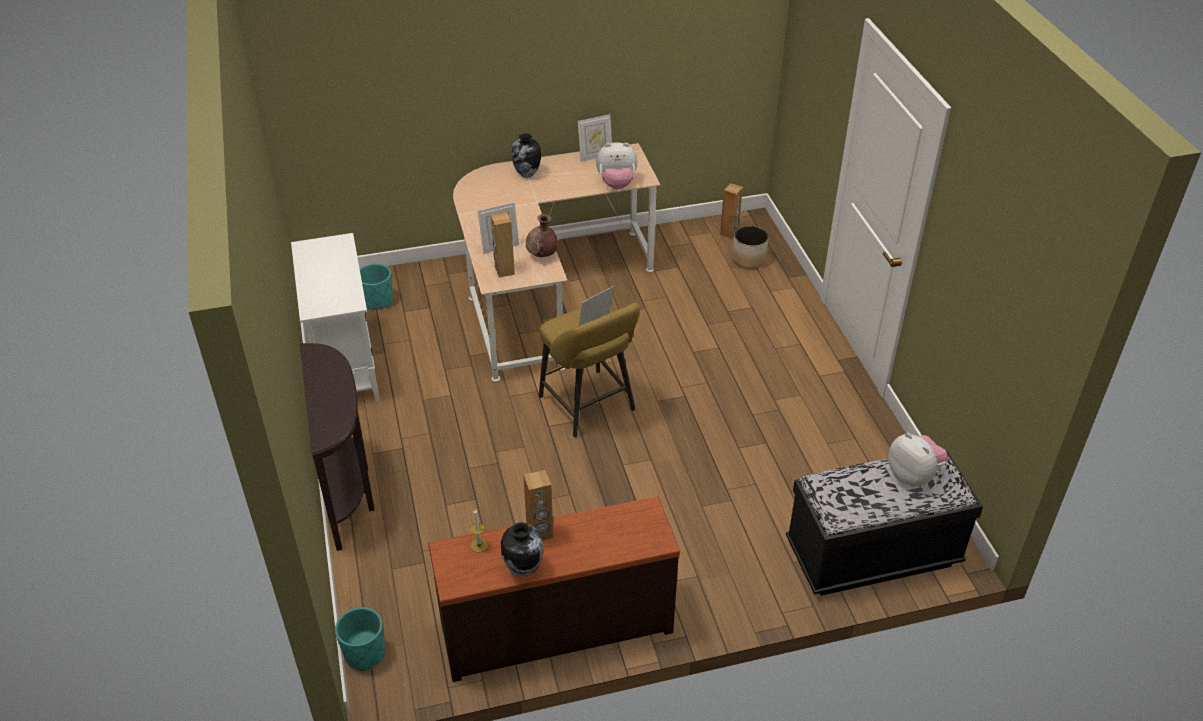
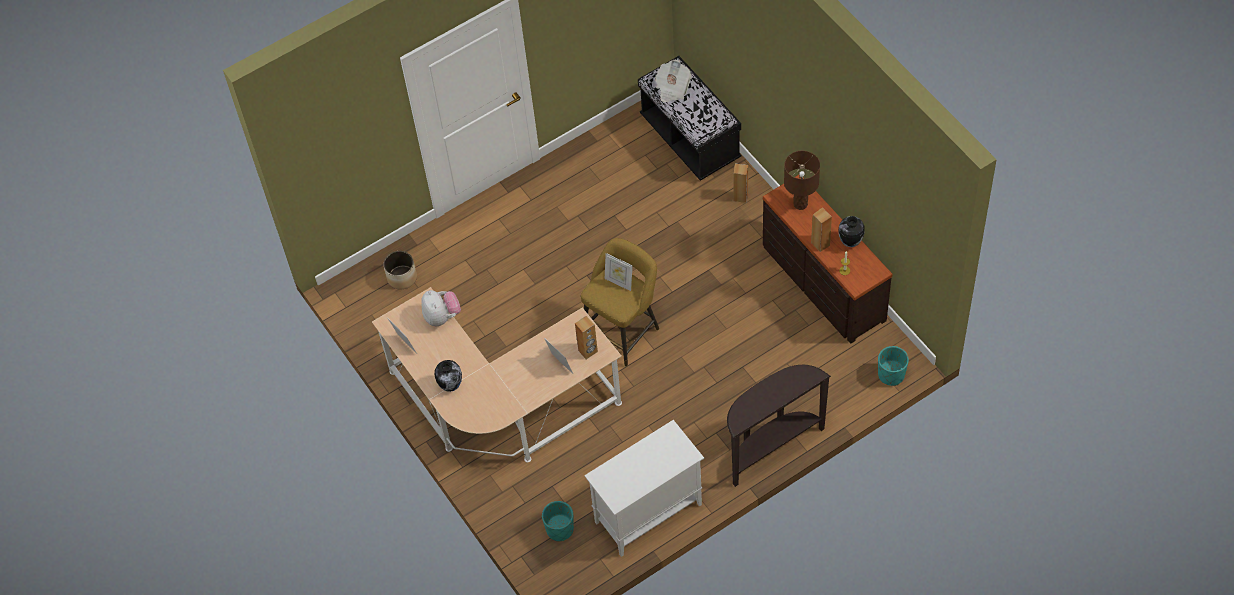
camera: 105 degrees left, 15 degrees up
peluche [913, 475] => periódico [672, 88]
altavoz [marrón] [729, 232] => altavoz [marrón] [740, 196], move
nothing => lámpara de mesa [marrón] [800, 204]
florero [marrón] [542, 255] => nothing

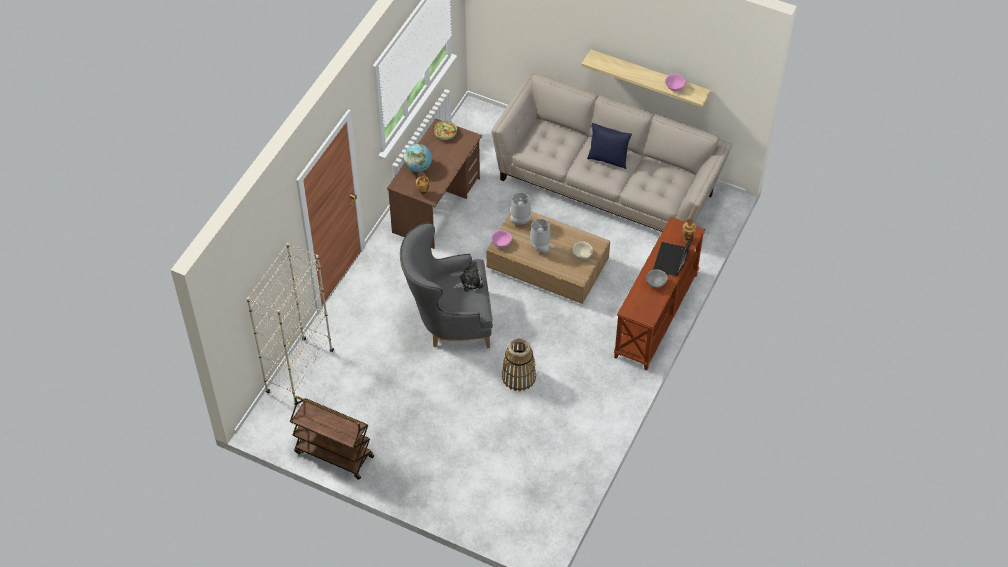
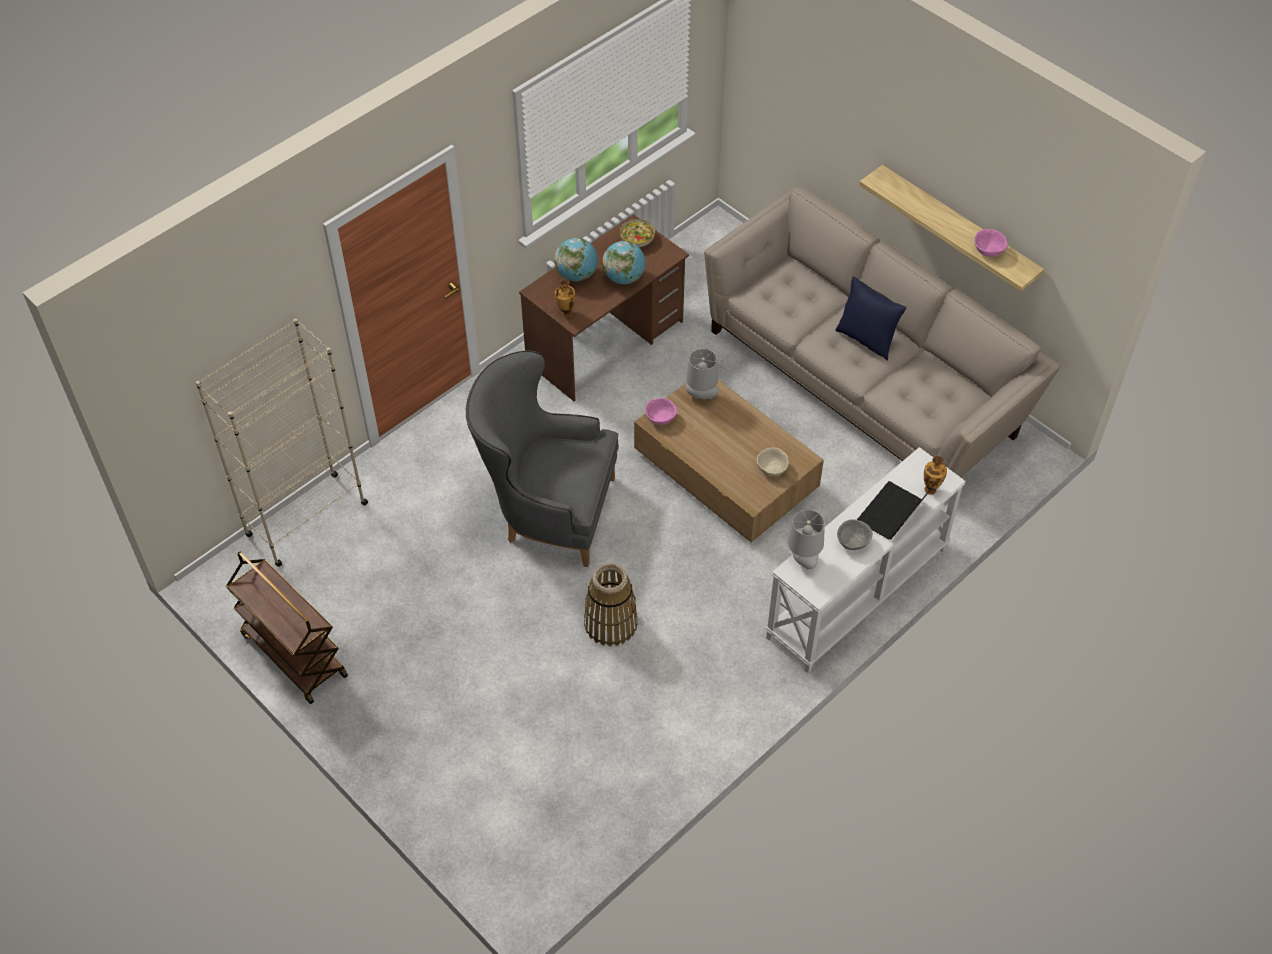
camera: 20 degrees right, 0 degrees up
nothing => globo terráqueo [624, 278]
mesa consola [marrón] [657, 316] => mesa consola [blanco] [858, 594]
lámpara de mesa [gris] [539, 249] => lámpara de mesa [gris] [803, 560], move
peluche [469, 282] => nothing

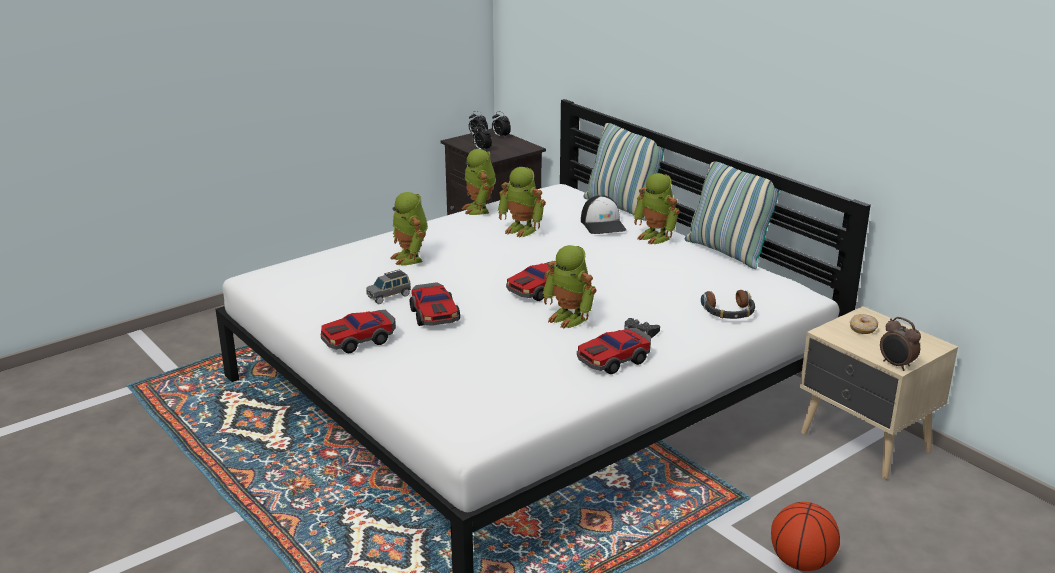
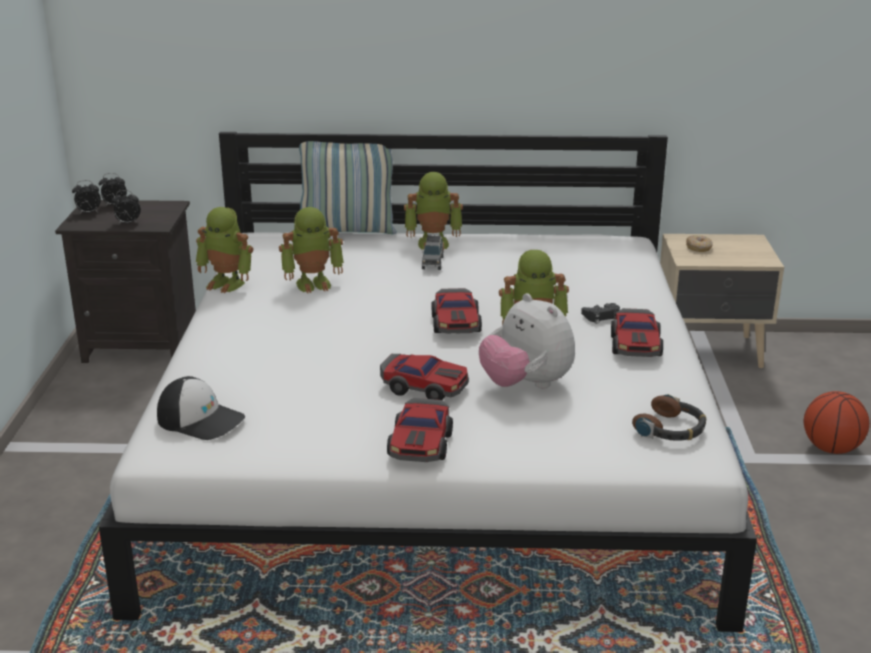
camera: 50 degrees left, 0 degrees up
gorra [603, 224] => gorra [201, 419], move
coche de juguete [gris] [389, 296] => coche de juguete [gris] [432, 262], move
nothing => peluche [526, 385]
auriculares [728, 312] => auriculares [671, 429], move
robot de juguete [411, 258] => nothing
cojín [727, 252] => nothing
despertador [896, 365] => nothing

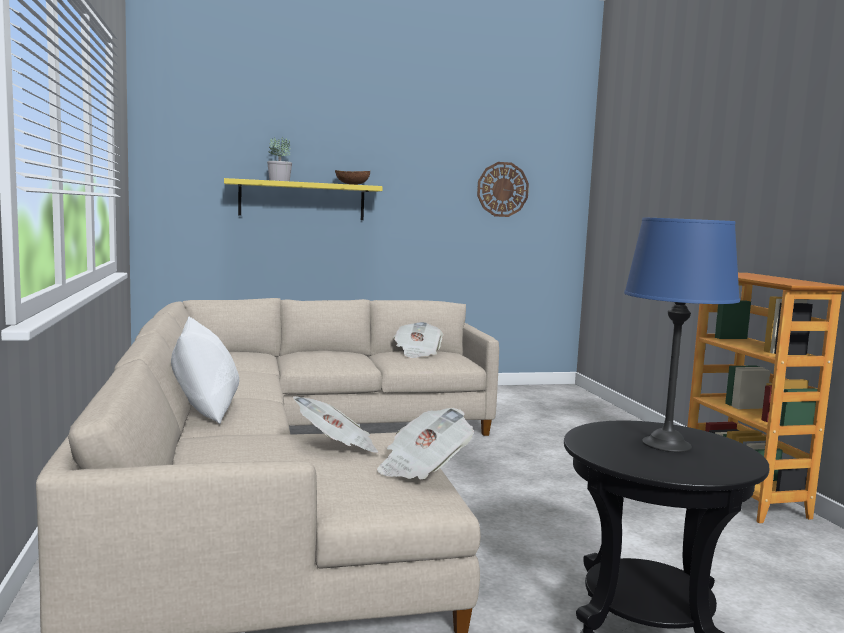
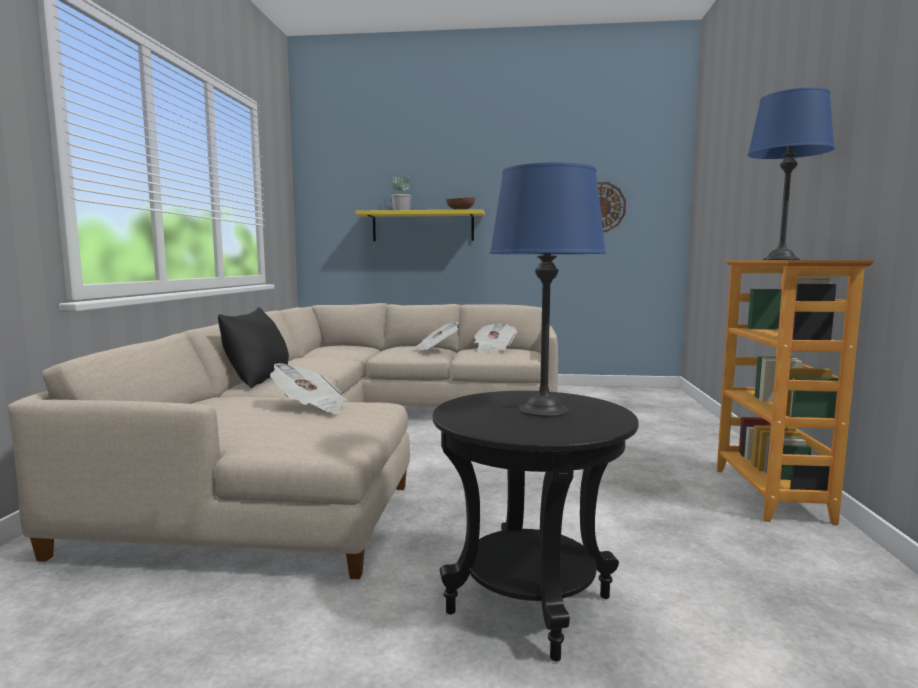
camera: 20 degrees right, 0 degrees up
cojín [blanco] [206, 410] => cojín [negro] [258, 380]
periódico [422, 467] => periódico [435, 349], move
nothing => lámpara de mesa [azul] [780, 259]

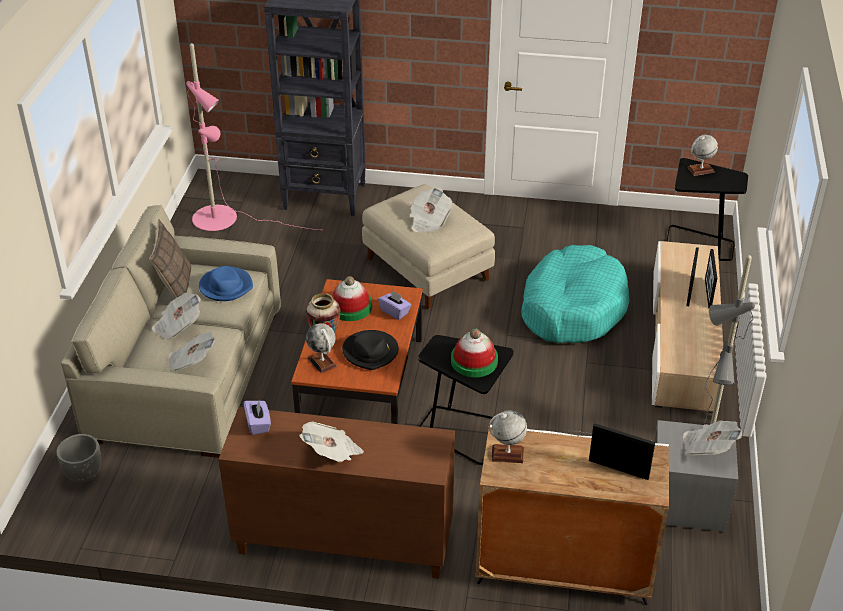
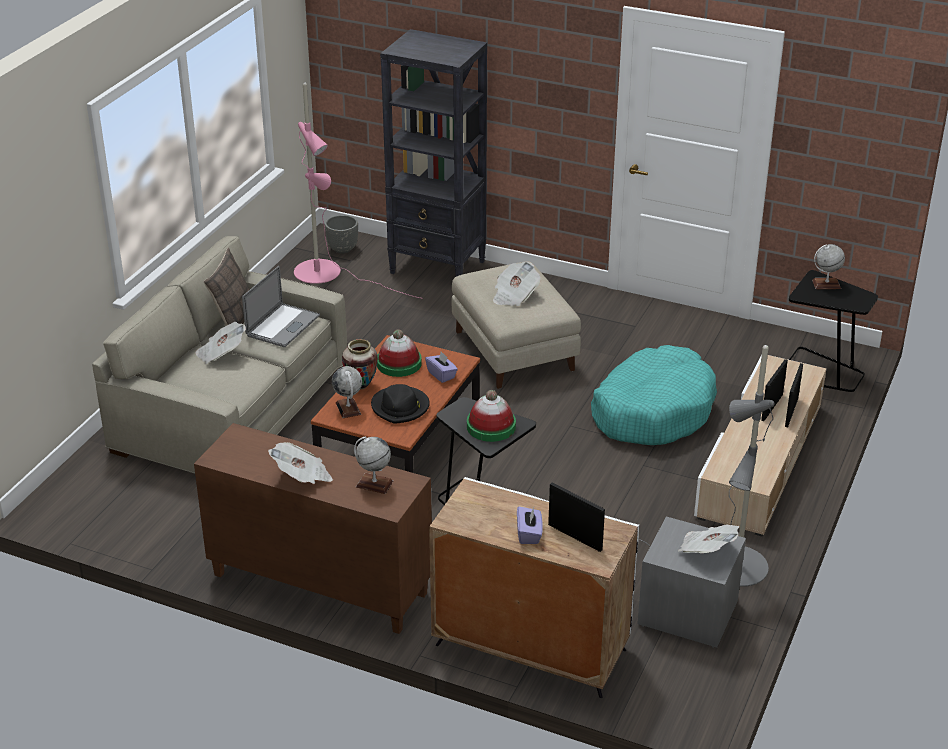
camera: 15 degrees right, 5 degrees down
sombrero [azul] [226, 286] => portátil [283, 325]
maceta [gris] [84, 474] => maceta [gris] [342, 249], move
globo terráqueo [507, 454] => globo terráqueo [374, 484], move
caja de pañuelos [morado] [258, 424] => caja de pañuelos [morado] [529, 534], move
periódico [191, 362] => nothing

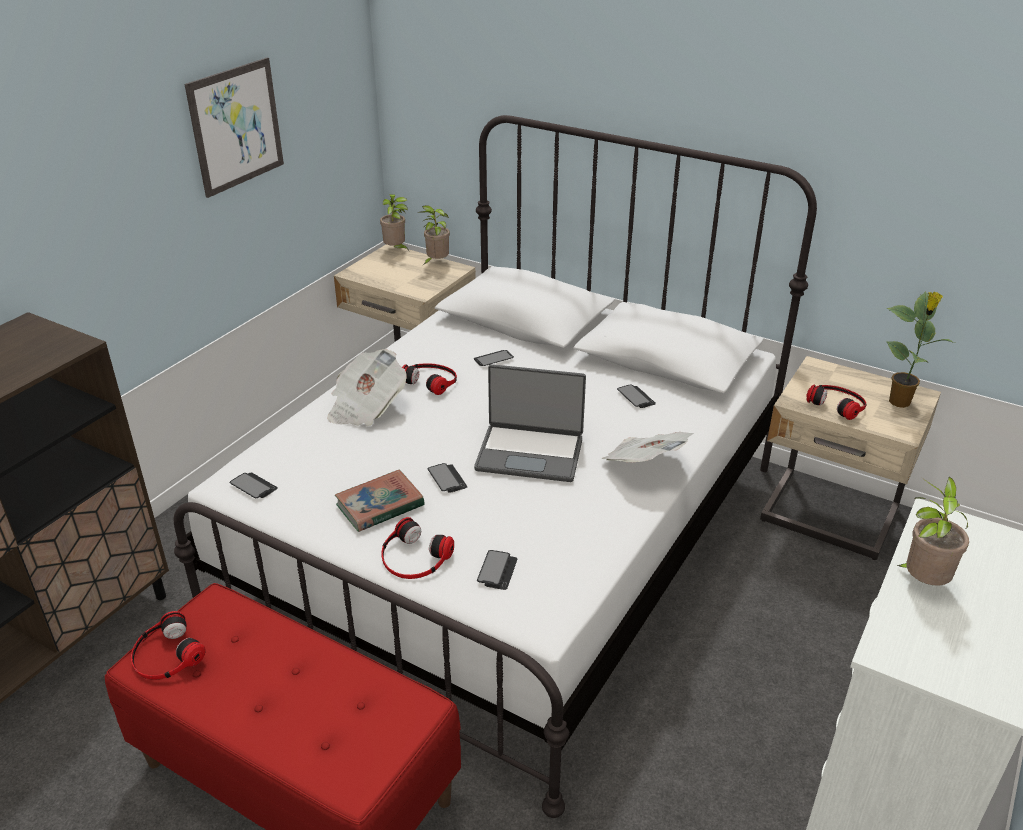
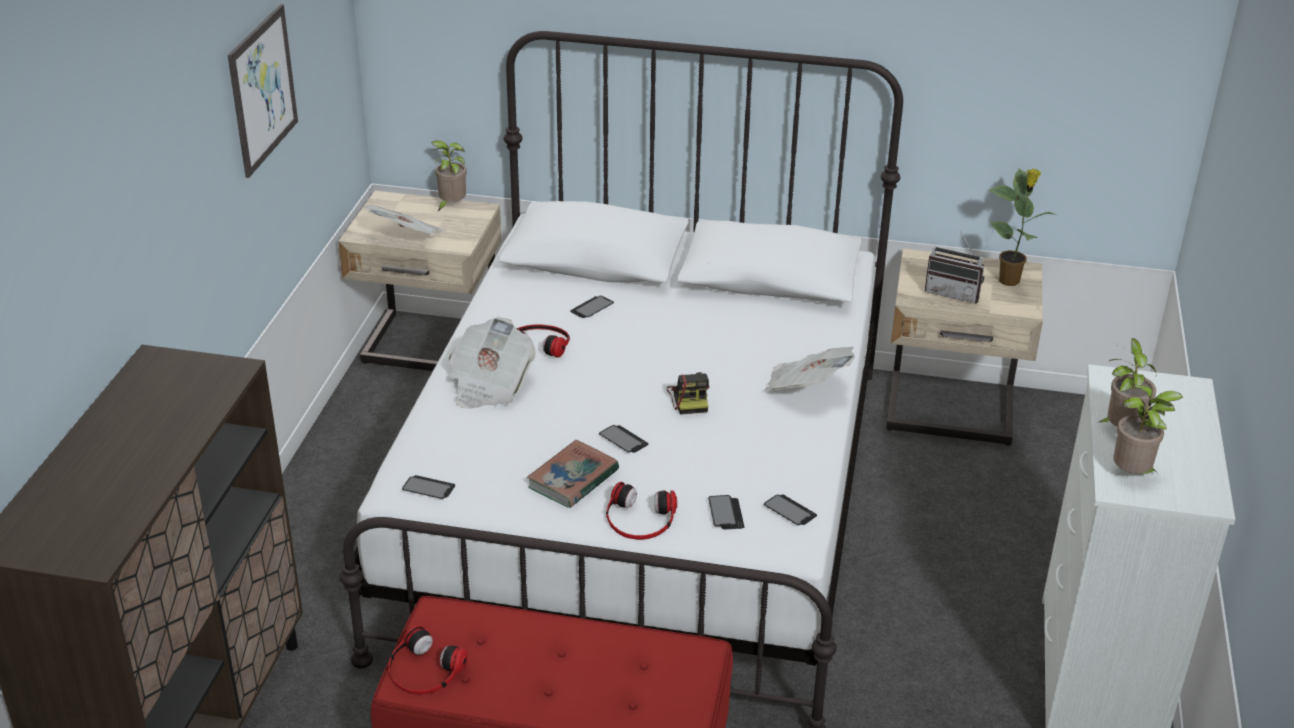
camera: 20 degrees left, 0 degrees up
nothing => periódico [407, 238]
portátil [530, 453] => cámara [690, 398]
móvil [636, 397] => móvil [790, 511], move
auriculares [837, 404] => radio [954, 293]
planta en maceta [396, 250] => planta en maceta [1133, 475], move

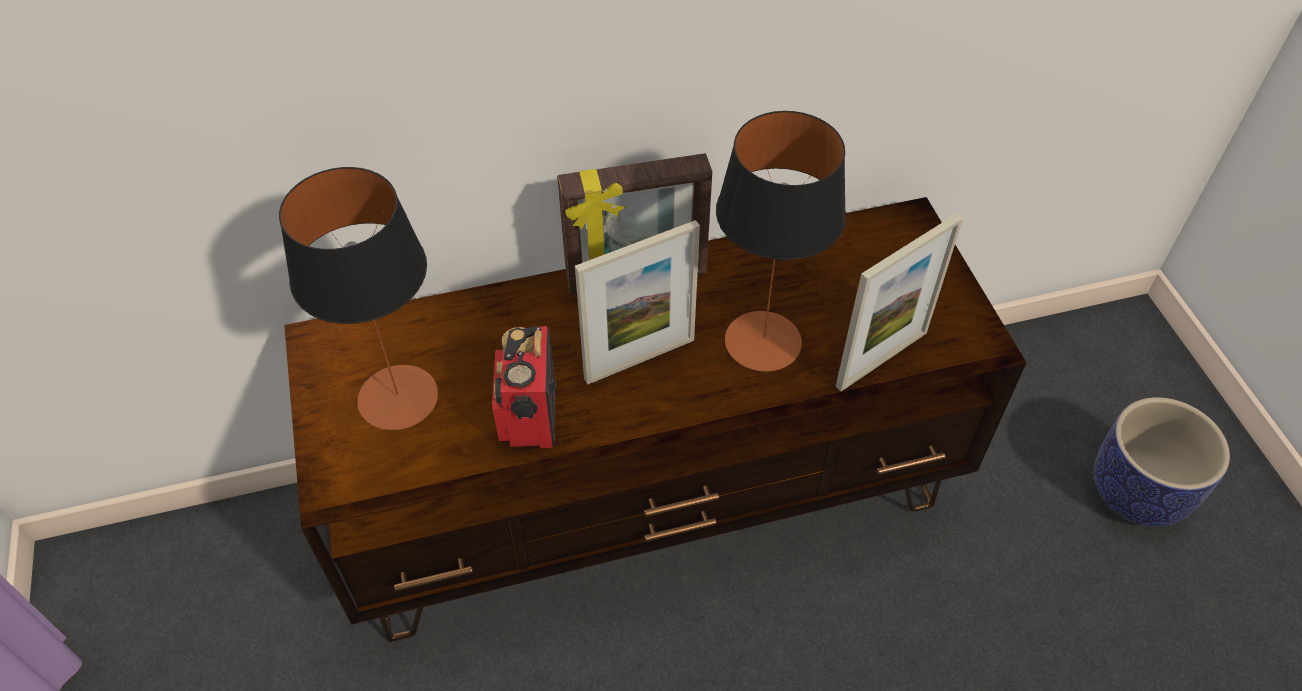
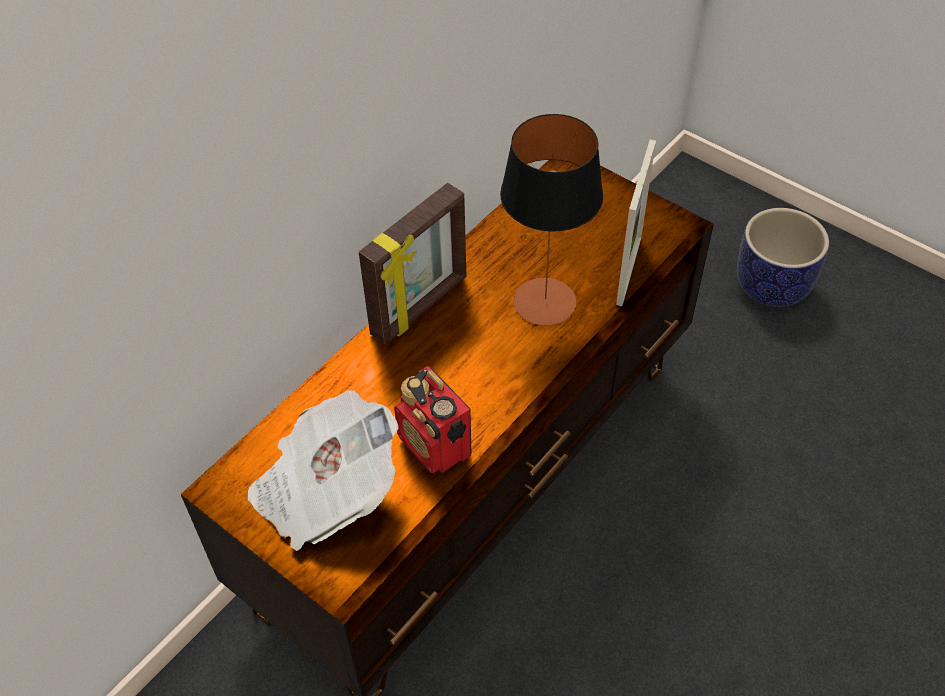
camera: 35 degrees left, 0 degrees up
lámpara de mesa [398, 397] => periódico [326, 490]
portarretratos [639, 359] => nothing

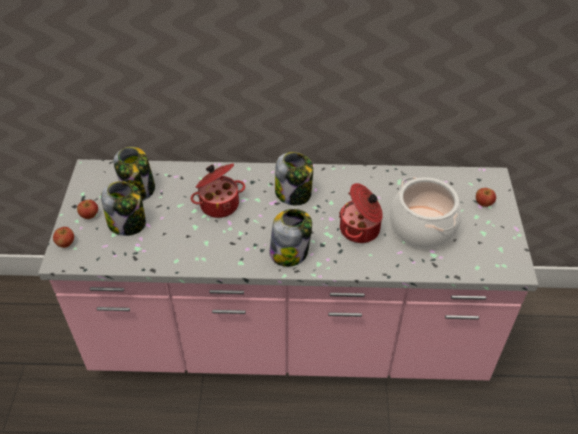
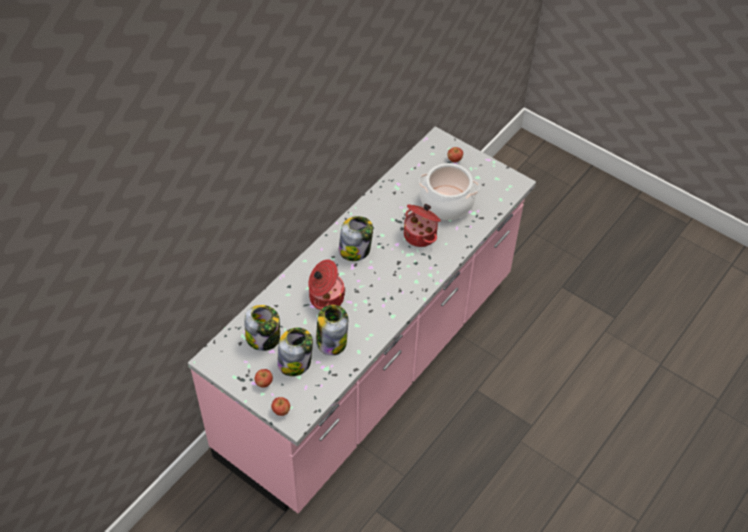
camera: 55 degrees left, 5 degrees up
tarro [290, 252] => tarro [331, 341], move

